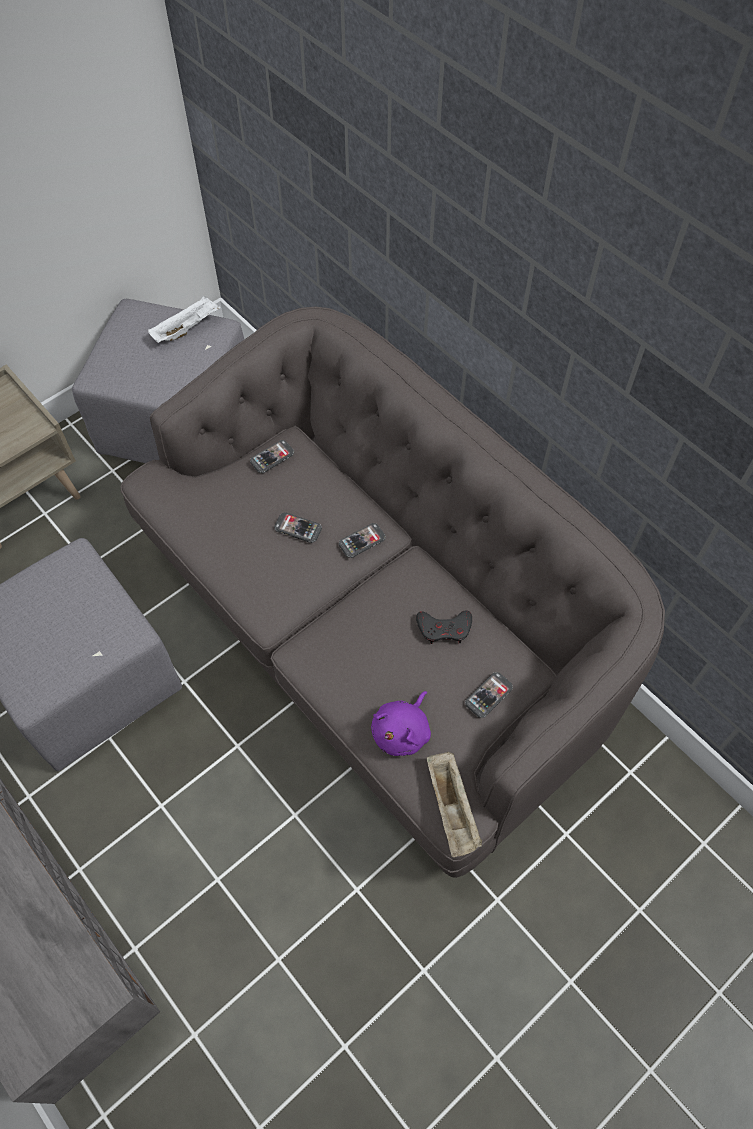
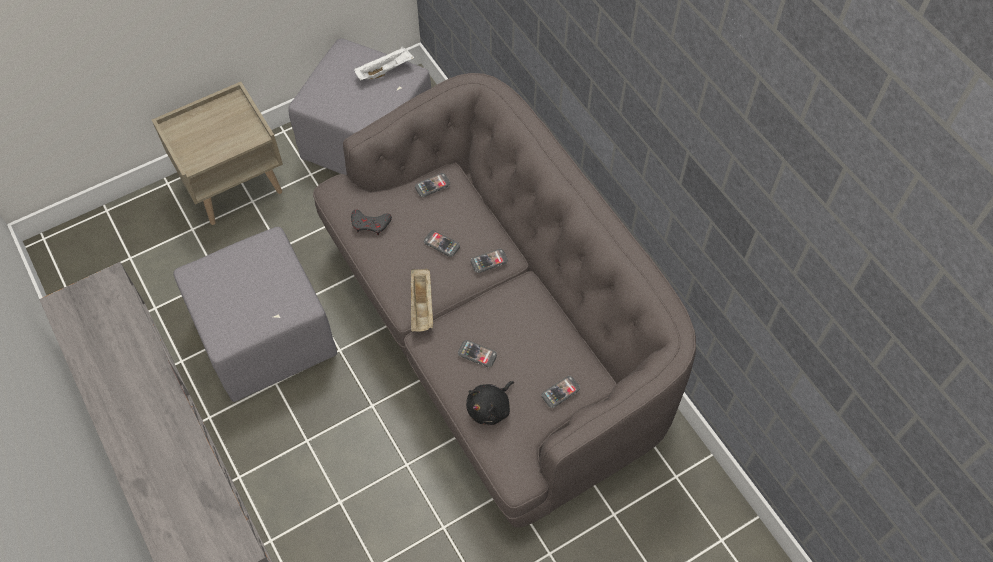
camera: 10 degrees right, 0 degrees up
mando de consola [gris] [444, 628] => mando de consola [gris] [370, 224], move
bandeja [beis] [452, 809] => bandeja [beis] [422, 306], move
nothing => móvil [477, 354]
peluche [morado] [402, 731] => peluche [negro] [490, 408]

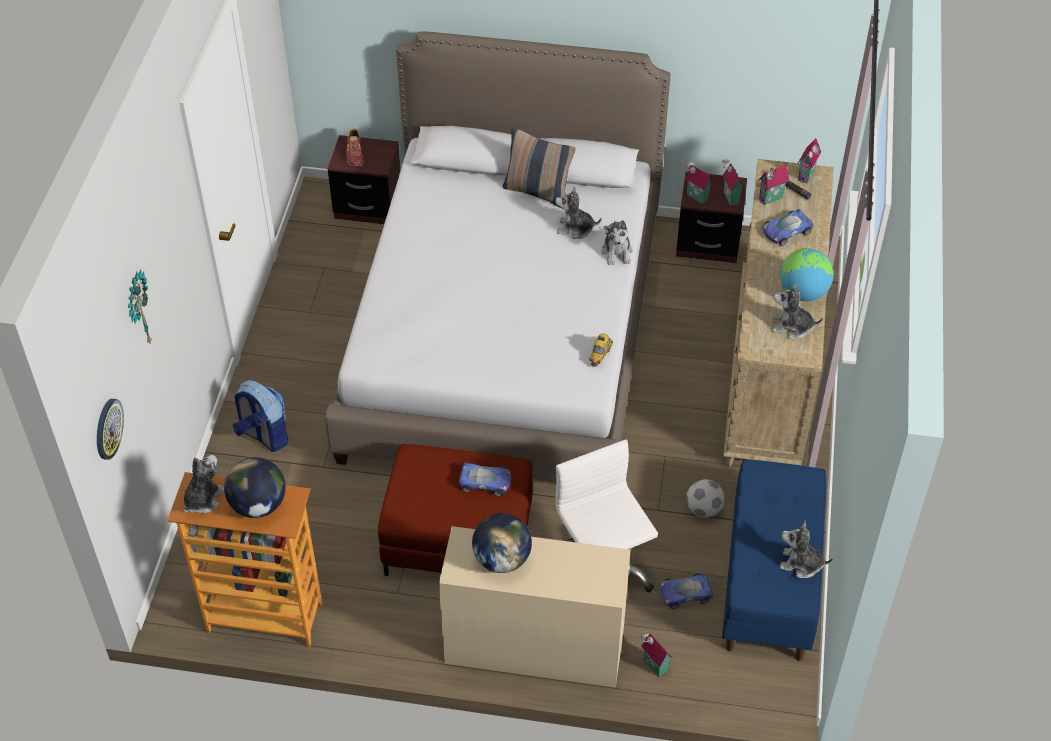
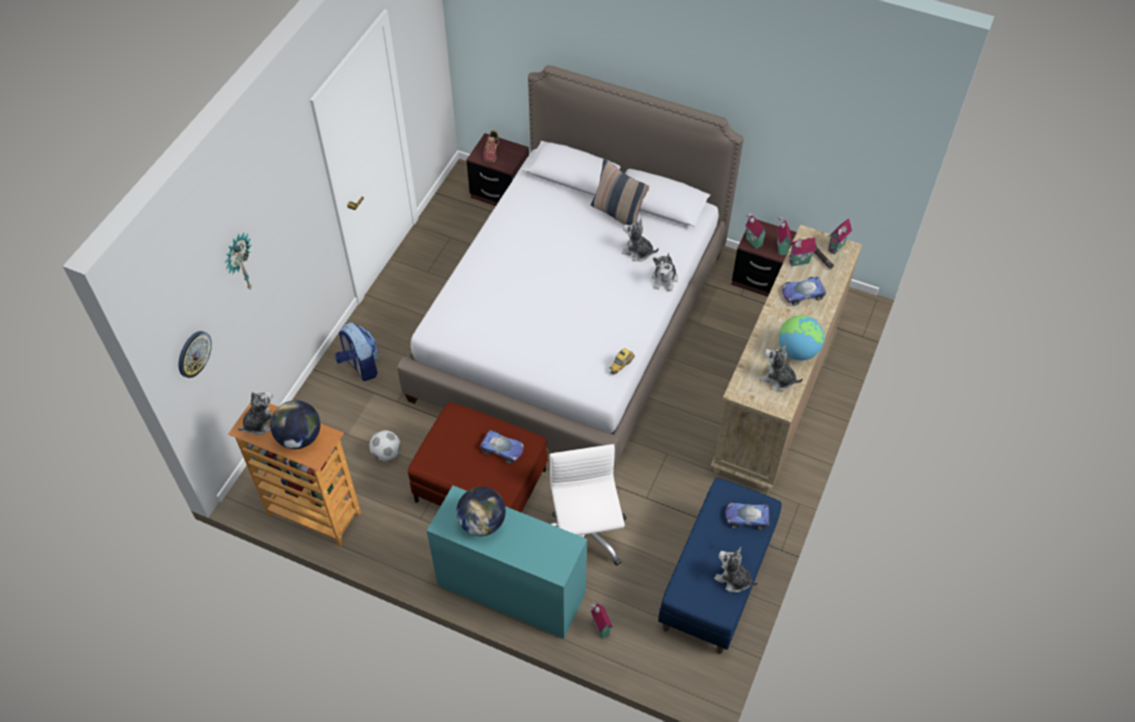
camera: 15 degrees right, 5 degrees up
balón de fútbol [703, 509] => balón de fútbol [386, 453], move
escritorio [beis] [534, 647] => escritorio [turquesa] [510, 589]
coche de juguete [684, 593] => coche de juguete [746, 517], move

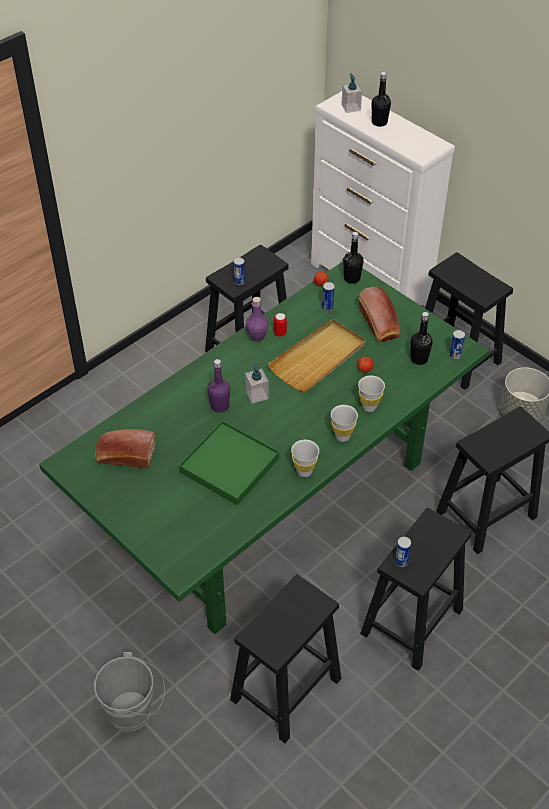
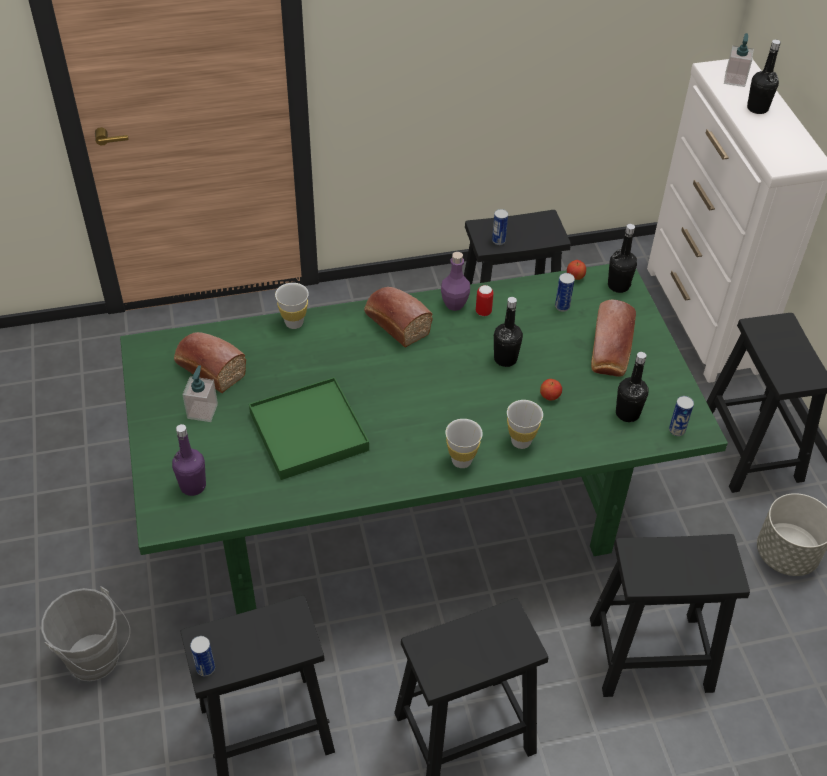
camera: 30 degrees right, 0 degrees up
botella [morado] [219, 406] => botella [morado] [193, 486], move
dispensador de jabón [257, 395] => dispensador de jabón [202, 411], move
lata [401, 562] => lata [205, 668], move
taza [blanco] [304, 471] => taza [blanco] [294, 323], move
nothing => pan [395, 323]
bandeja [beis] [318, 358] => botella [negro] [505, 359]

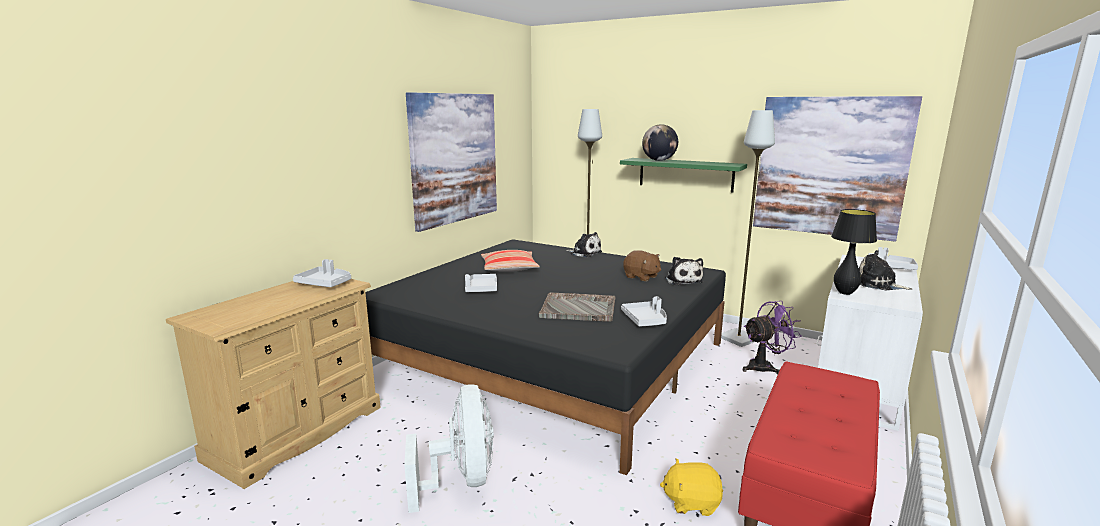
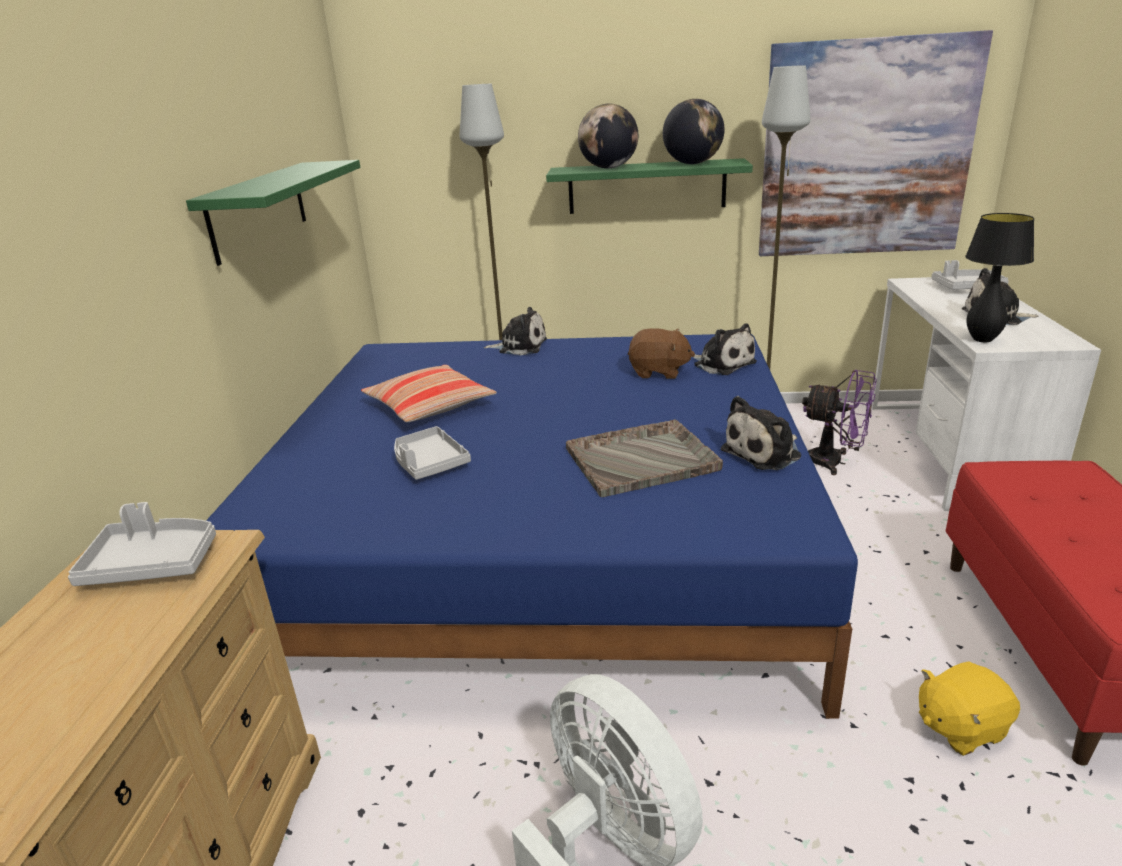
camera: 25 degrees left, 10 degrees up
cuadro [454, 158] => estante [verde] [259, 210]
cama [negro] [552, 359] => cama [azul] [544, 542]
nothing => globo terráqueo [692, 163]
bandeja [gris] [645, 320] => peluche [765, 453]
ventilador [morado] [765, 367] => ventilador [morado] [834, 462], 75 degrees clockwise

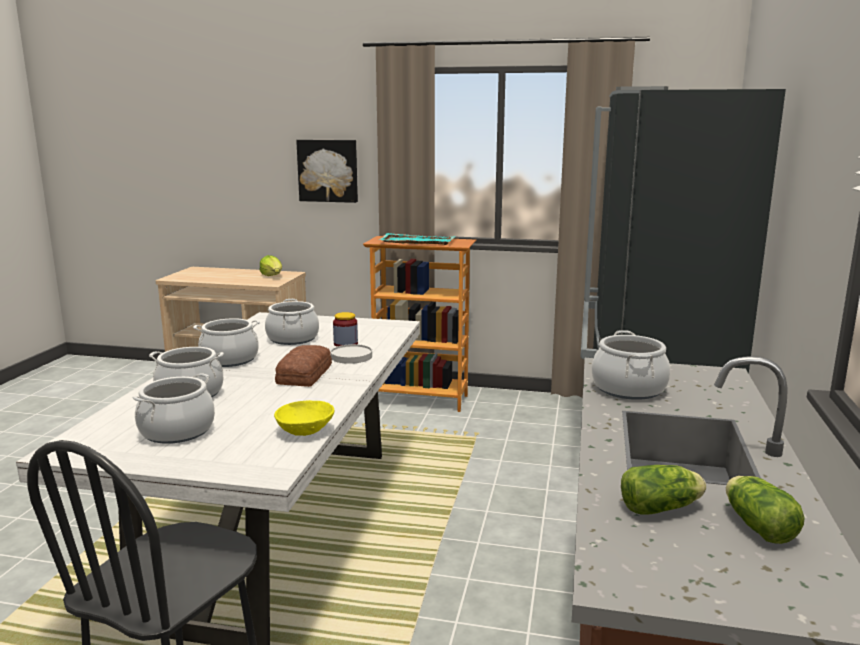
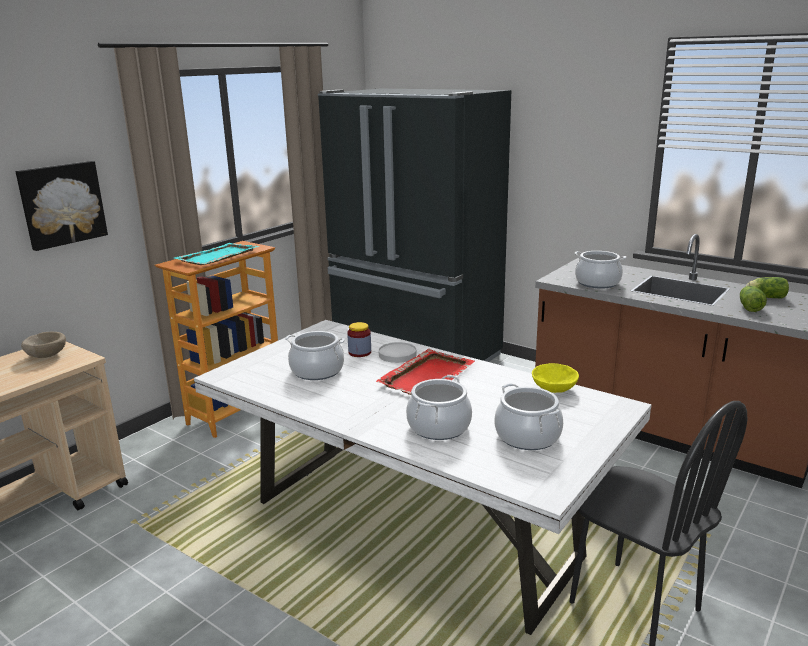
camera: 65 degrees left, 5 degrees up
lechuga [272, 276] => cuenco [beis] [46, 355]
pan [306, 374] => bandeja [rojo] [427, 376]
olla [229, 359] => nothing

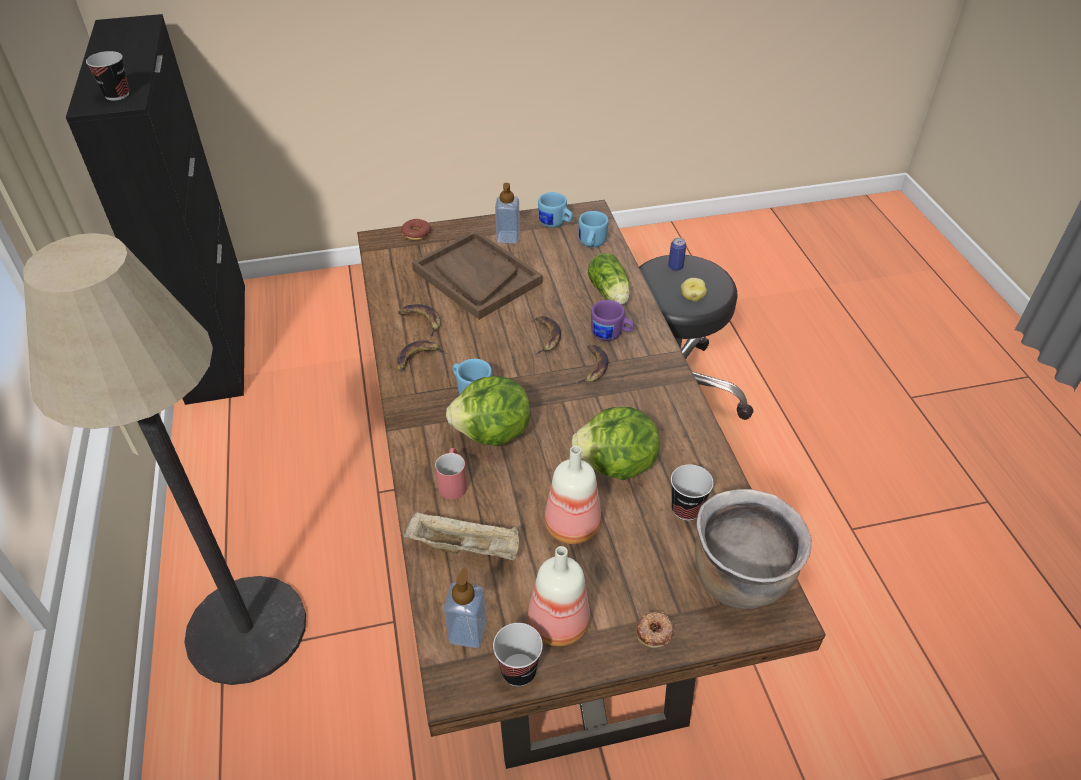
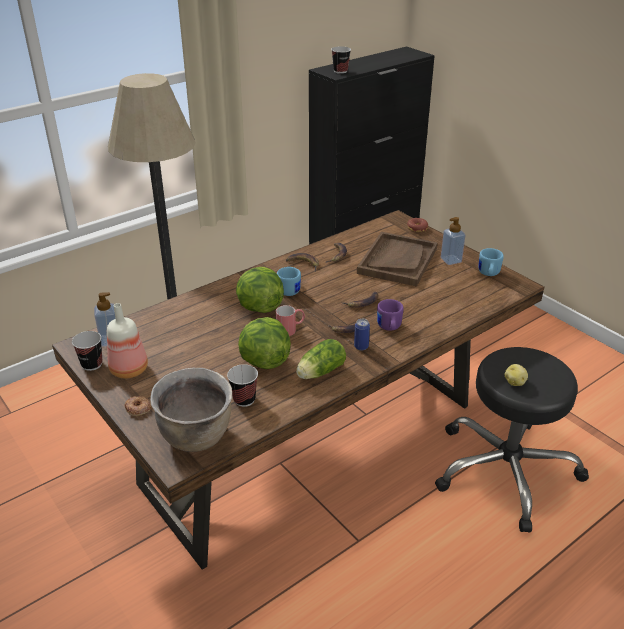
camera: 65 degrees right, 10 degrees down
taza grande [rojo] [453, 481] => taza grande [rojo] [290, 329], move
lechuga [610, 294] => lechuga [319, 372], move
lata [675, 267] => lata [361, 346], move
bandeja [beis] [465, 547] => nothing
botella [574, 526] => nothing
taza grande [azul] [591, 244] => nothing

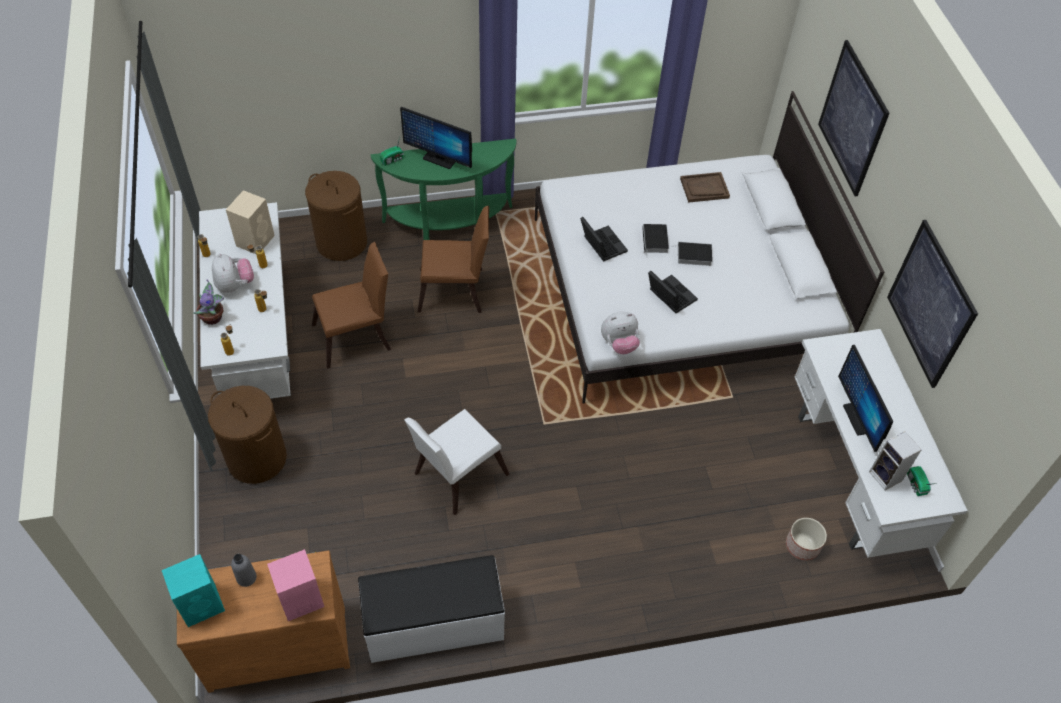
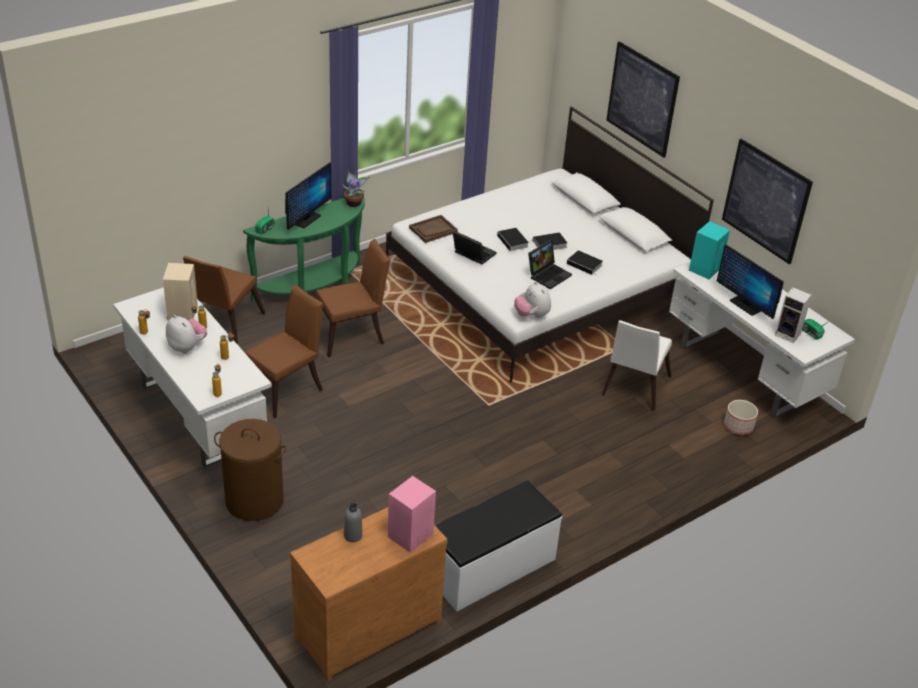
camera: 25 degrees left, 15 degrees down
cesto de la ropa [marrón] [341, 242] => silla [marrón] [224, 325]
monitor [439, 159] => monitor [306, 219], 60 degrees counterclockwise
planta en maceta [214, 318] => planta en maceta [354, 203], move
bandeja [marrón] [704, 188] => bandeja [marrón] [433, 230], move
peluche [619, 344] => peluche [531, 315], 105 degrees clockwise
portátil [669, 296] => portátil [548, 274], 105 degrees clockwise
nothing => libro [585, 265]
silla [blanco] [456, 476] => silla [blanco] [633, 388], move
altavoz [turquesa] [202, 604] => altavoz [turquesa] [705, 269], move

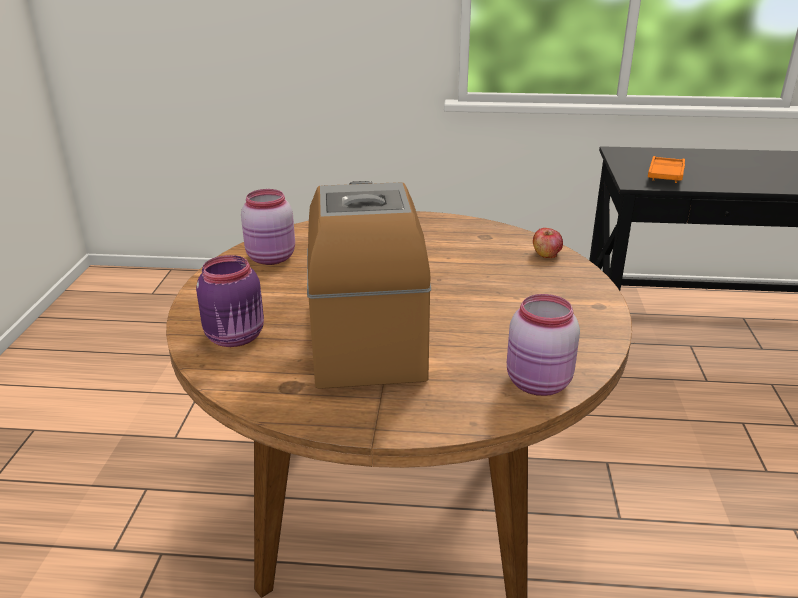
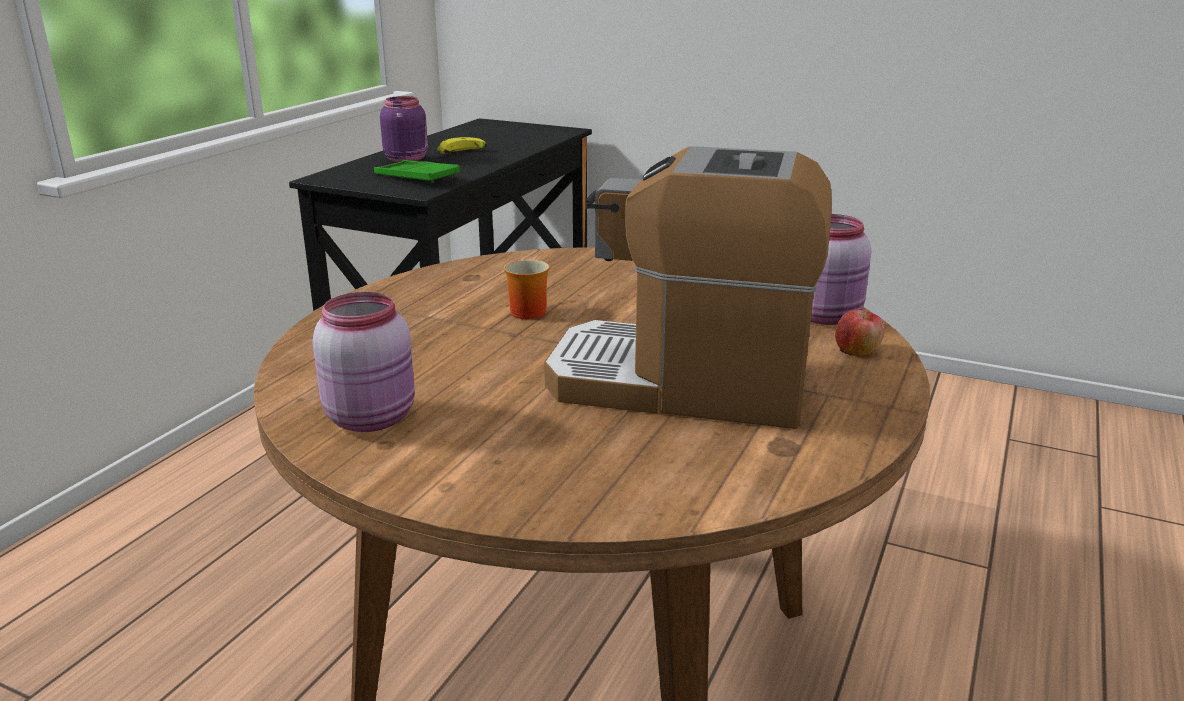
camera: 70 degrees left, 5 degrees down
bandeja [naranja] [665, 174] => bandeja [verde] [417, 178]
tarro [morado] [237, 337] => tarro [morado] [407, 159], move
nothing => plátano [463, 153]
nothing => taza grande [526, 310]
manzana [546, 254] => manzana [857, 351], move

